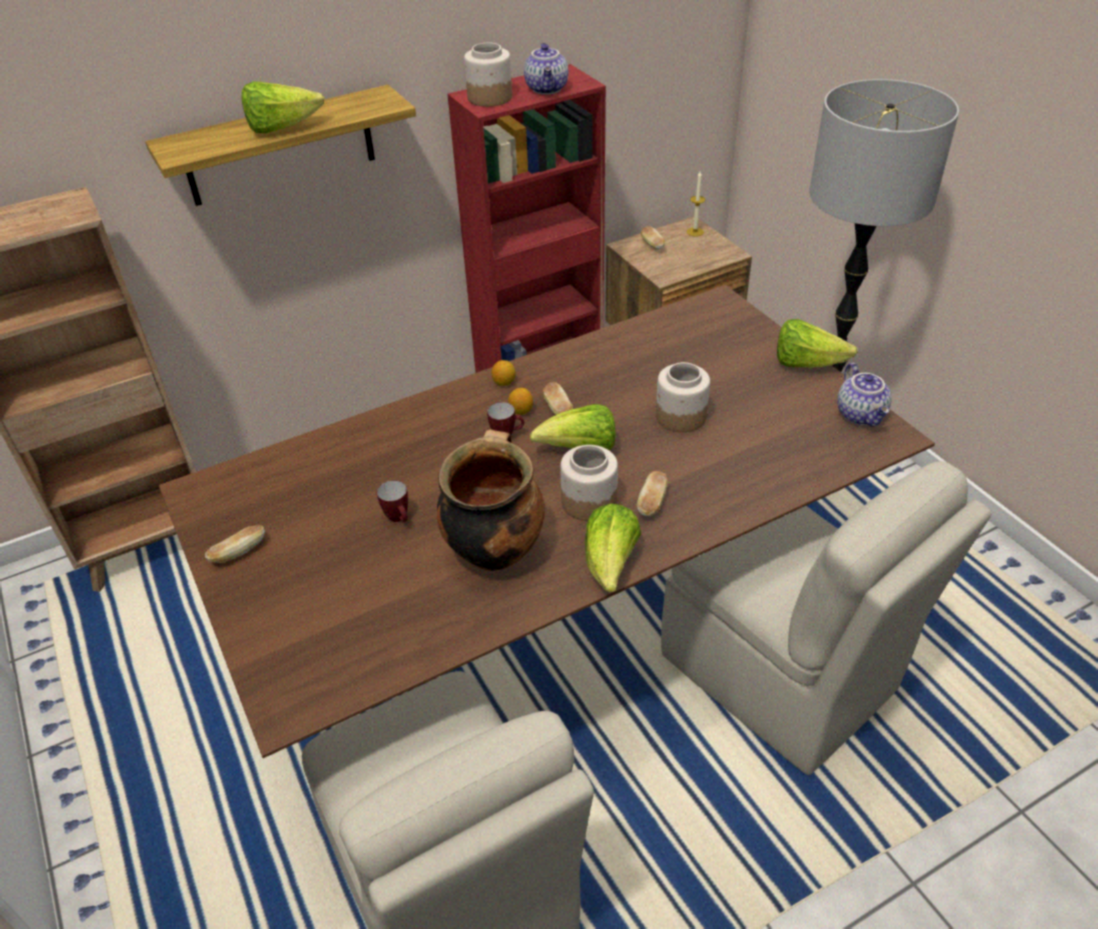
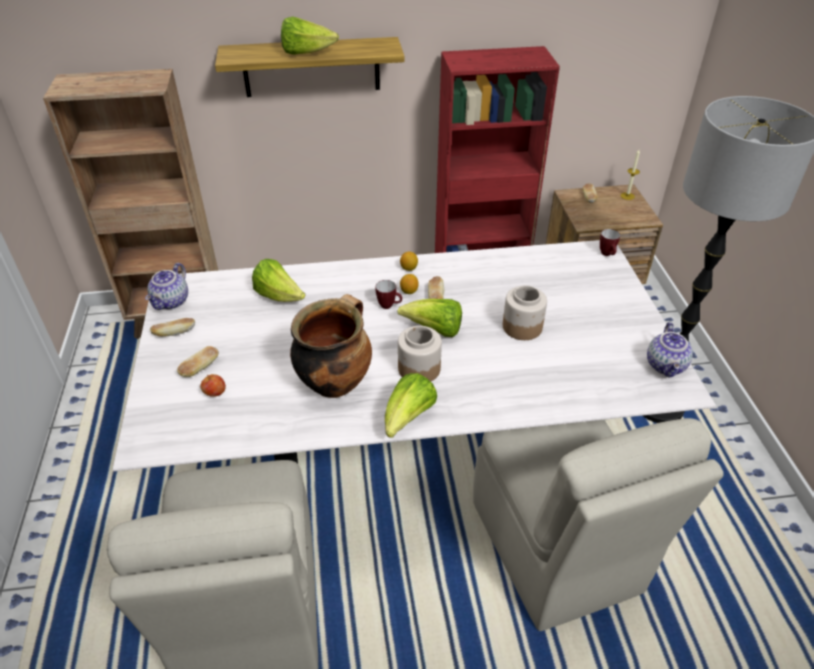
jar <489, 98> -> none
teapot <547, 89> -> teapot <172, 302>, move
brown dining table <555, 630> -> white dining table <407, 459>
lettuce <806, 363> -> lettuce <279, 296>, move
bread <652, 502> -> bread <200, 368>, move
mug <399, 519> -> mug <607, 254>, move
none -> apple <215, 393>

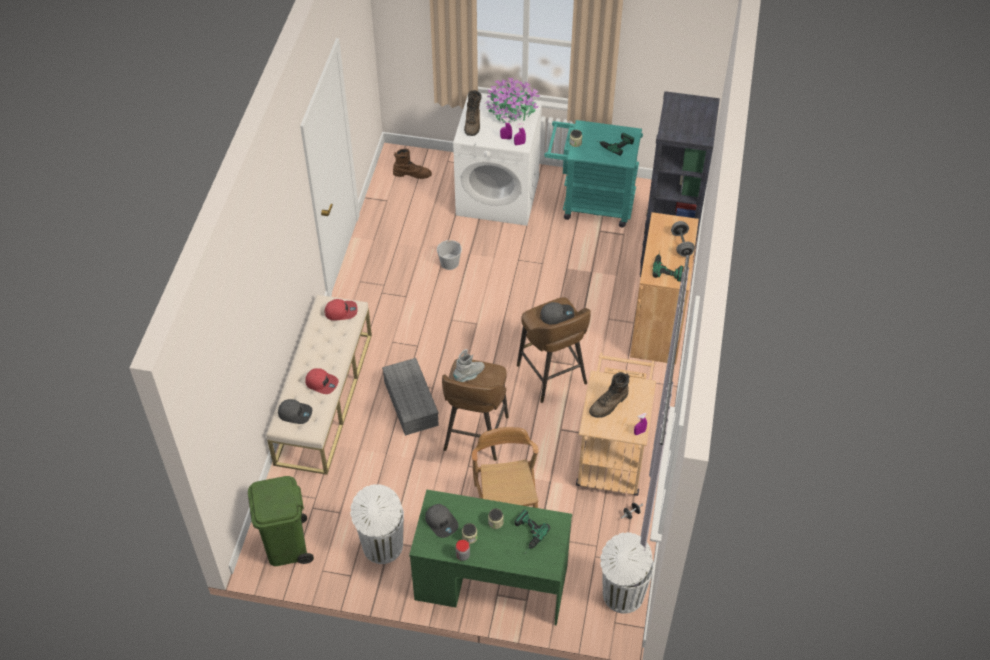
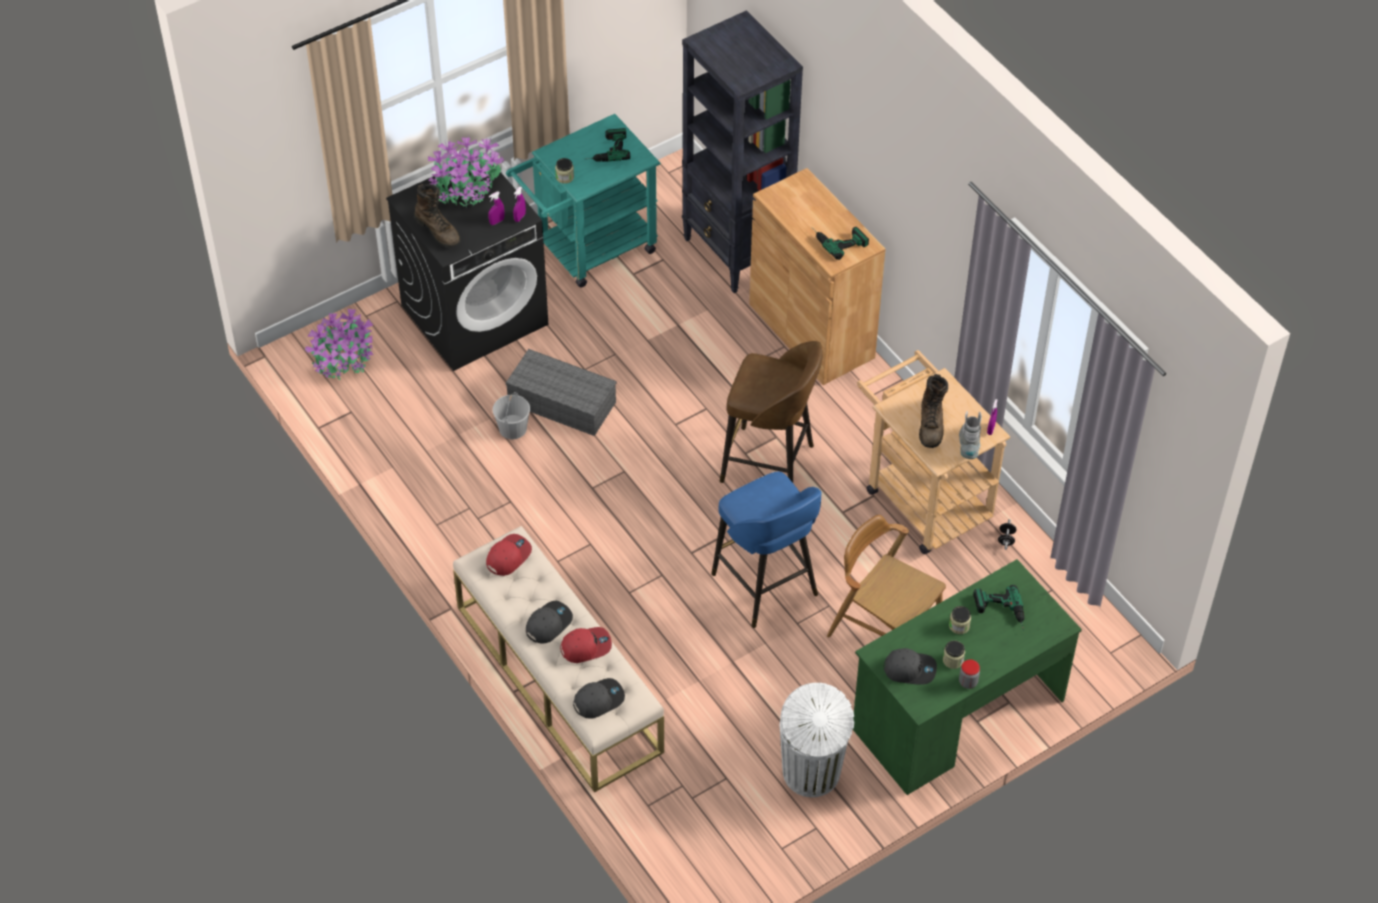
white washing machine <498, 196> -> black washing machine <475, 314>
brown boot <412, 174> -> potted plant <342, 360>
grey dumbbell <681, 244> -> none
grey cap <557, 315> -> grey cap <548, 624>, move
grey boot <469, 375> -> grey boot <969, 446>, move
grey storage box <409, 402> -> grey storage box <560, 403>, move
brown stool <475, 435> -> blue stool <766, 587>
green trash can <286, 546> -> none
white trash can <621, 595> -> none

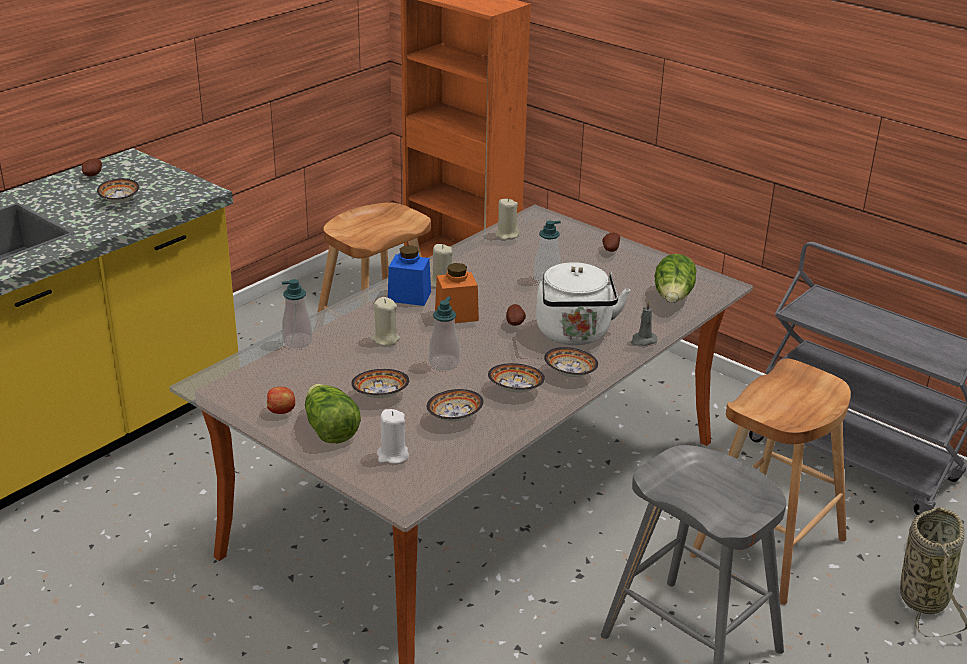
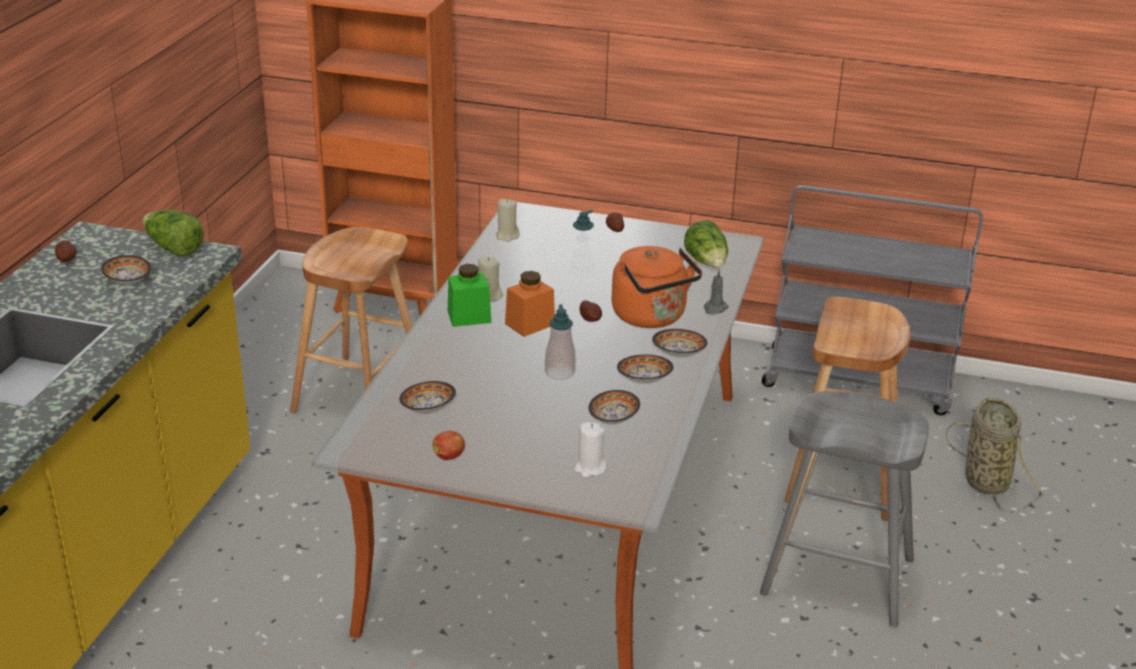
blue jar <409, 296> -> green jar <469, 317>
white kettle <574, 335> -> orange kettle <652, 317>
soap dispenser <297, 341> -> none
beige candle <385, 339> -> none
bowl <382, 395> -> bowl <429, 408>, move
lettuce <330, 429> -> lettuce <173, 248>, move

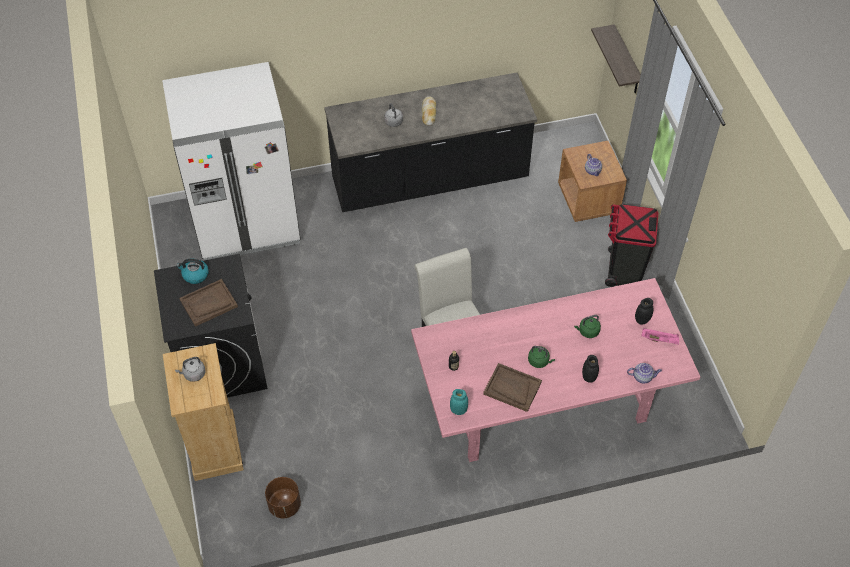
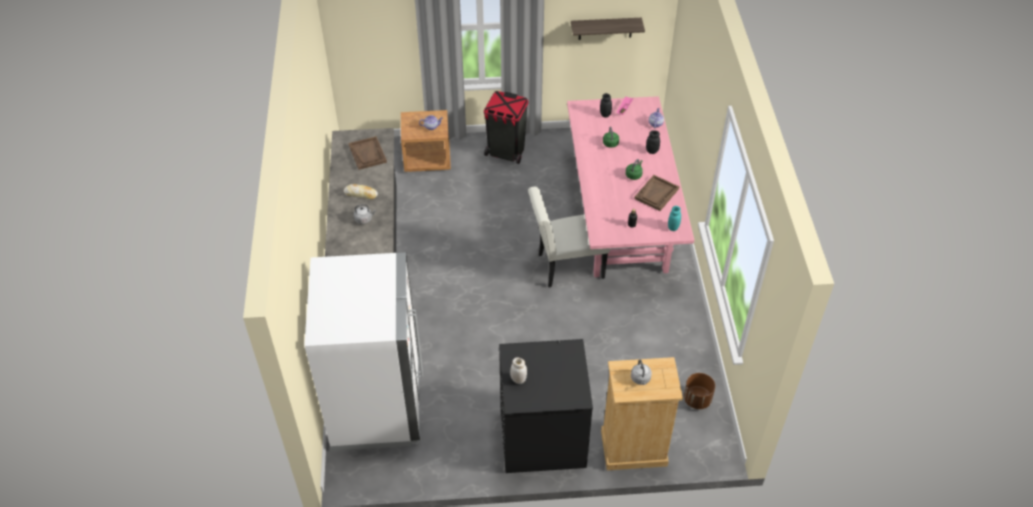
shelf <627, 61> -> shelf <605, 28>, move
kettle <195, 275> -> white jar <518, 379>
brown tray <208, 304> -> brown tray <367, 154>, move

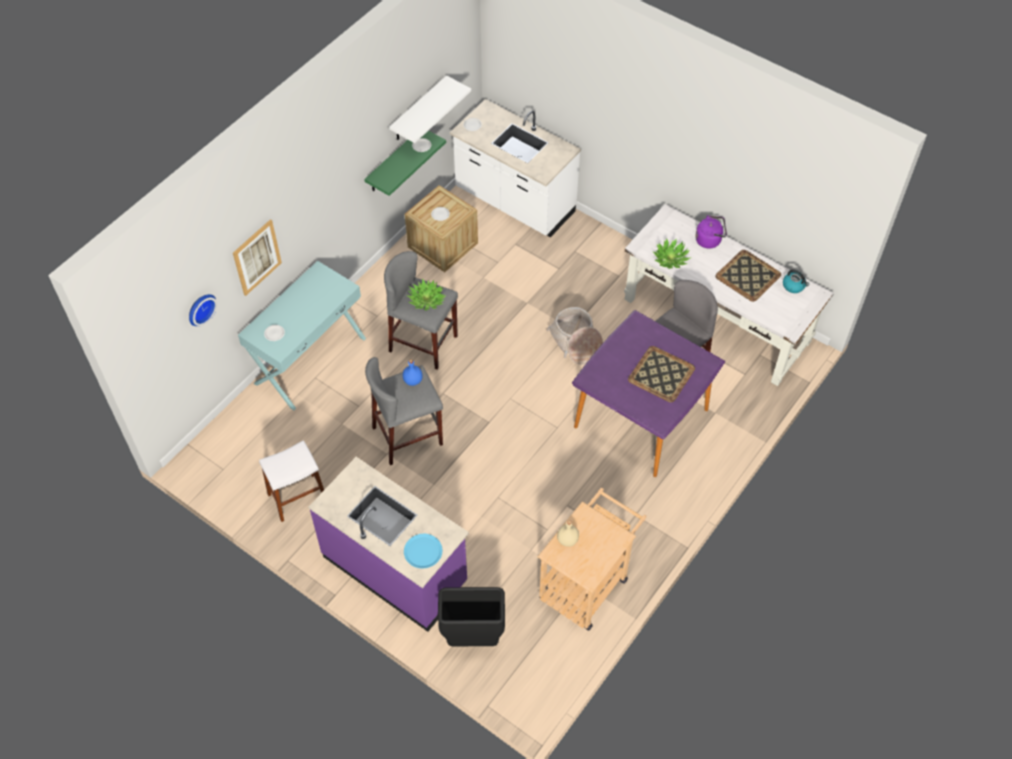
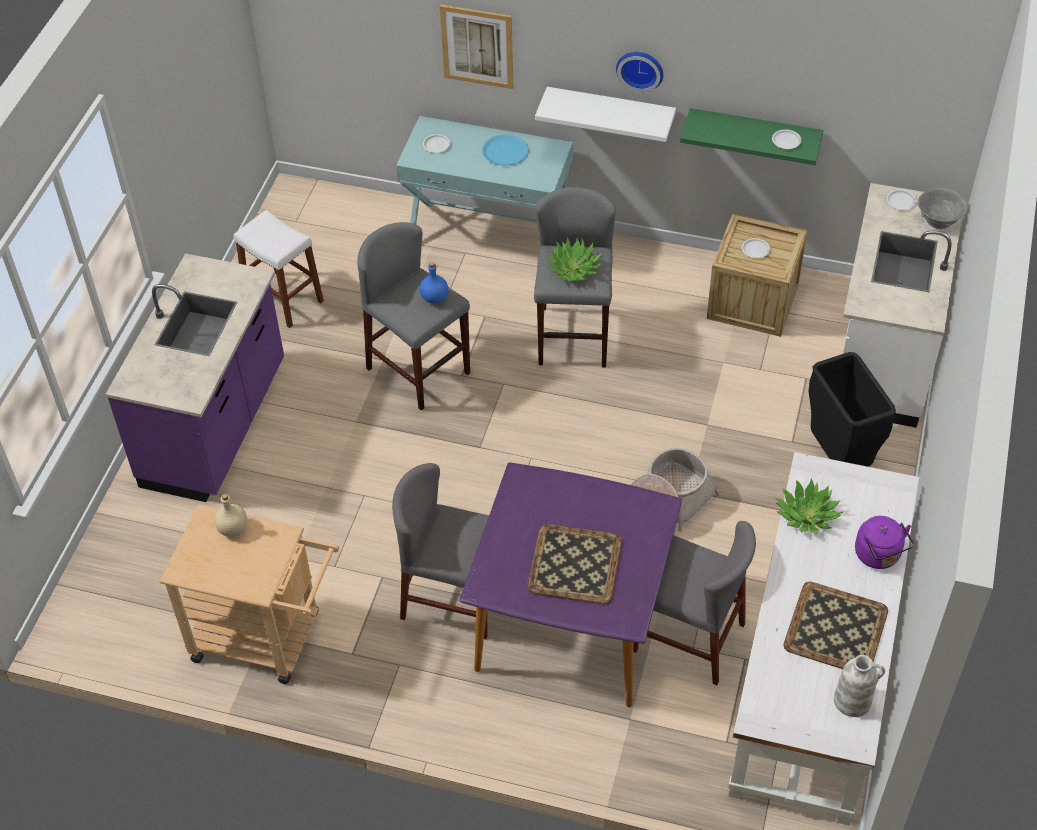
white shelf <418, 110> -> white shelf <610, 111>, move
kettle <794, 286> -> white vase <853, 700>
wall clock <200, 308> -> wall clock <640, 69>, move
blue plate <423, 551> -> blue plate <505, 151>, move
black trash can <473, 638> -> black trash can <839, 458>, move
none -> grey bowl <938, 220>
none -> grey chair <455, 598>

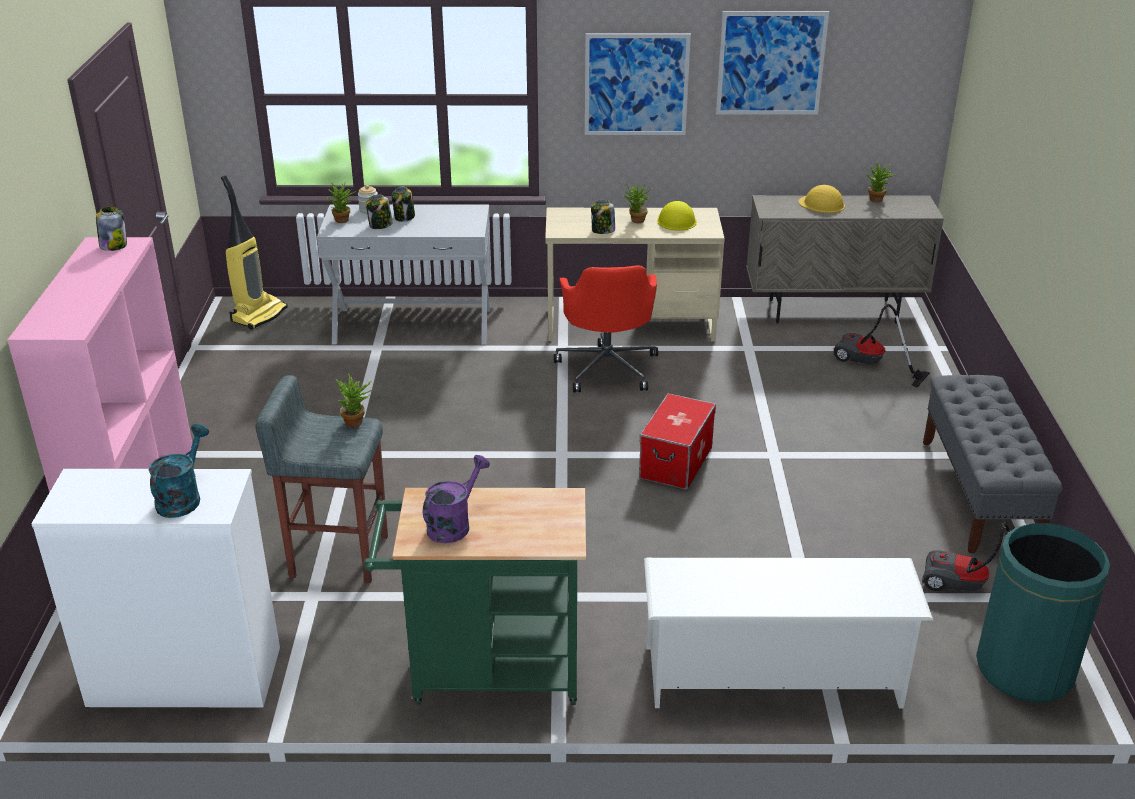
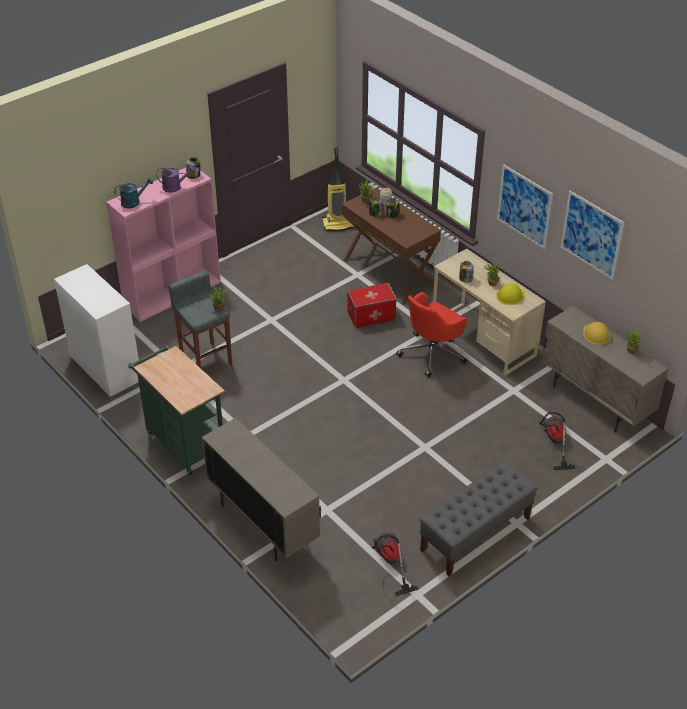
white console table <413, 325> -> brown console table <389, 272>
storage box <675, 462> -> storage box <371, 315>, move
turquoise watering can <182, 498> -> turquoise watering can <134, 202>, move
purple watering can <453, 524> -> purple watering can <175, 187>, move
green trash can <1024, 669> -> none
white shoe rack <772, 677> -> beige cabinet <262, 523>

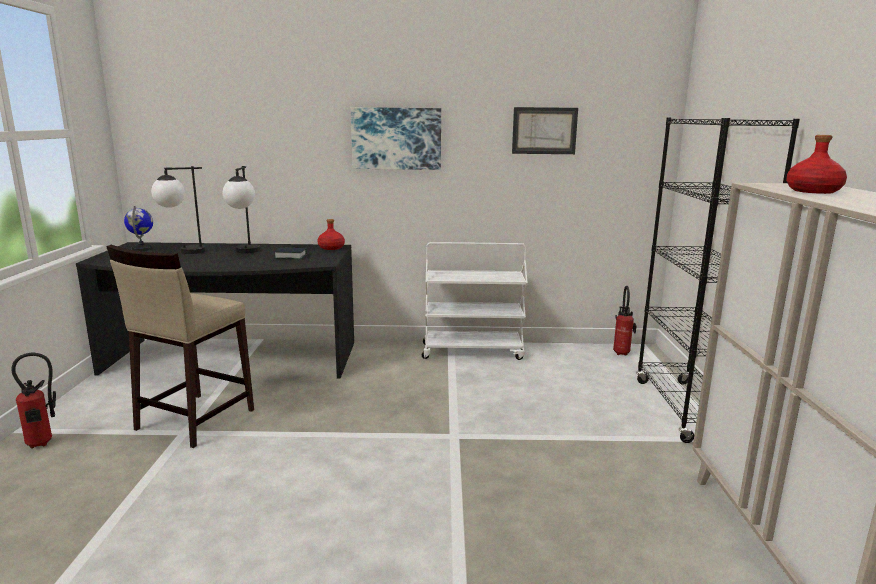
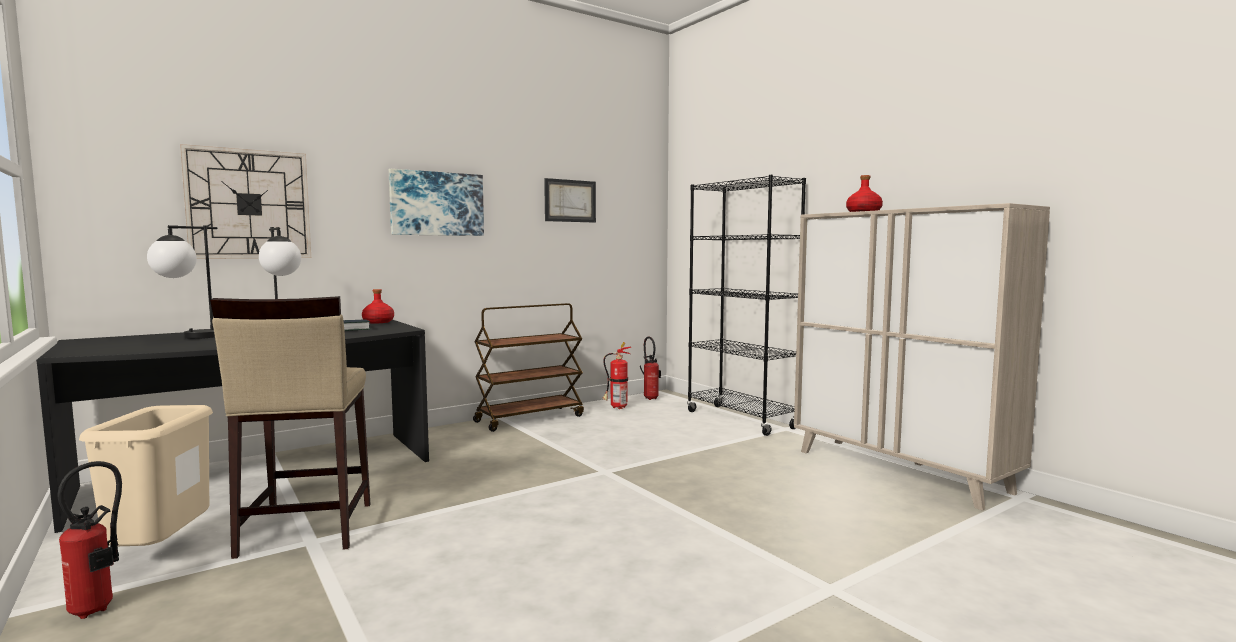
globe <142, 249> -> none
white cart <473, 351> -> brown cart <530, 418>
none -> wall clock <249, 204>
none -> fire extinguisher <616, 408>
none -> beige trash can <161, 553>

